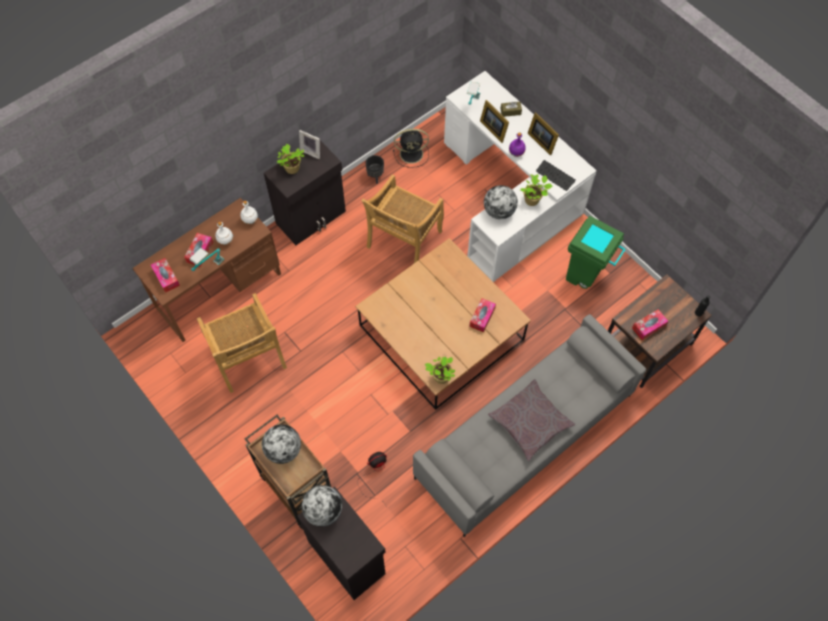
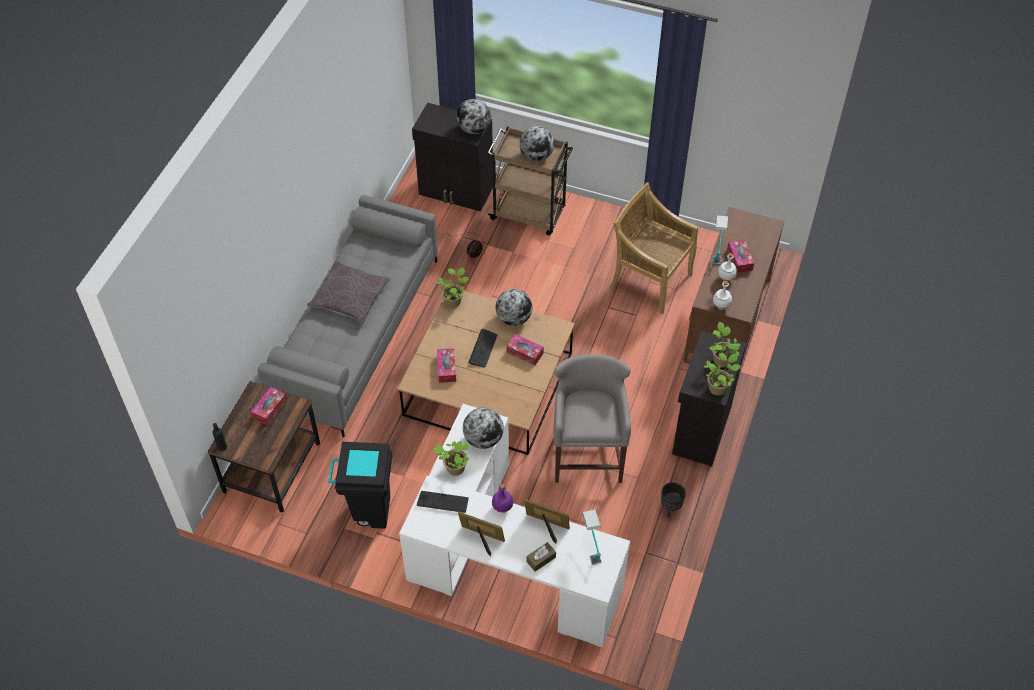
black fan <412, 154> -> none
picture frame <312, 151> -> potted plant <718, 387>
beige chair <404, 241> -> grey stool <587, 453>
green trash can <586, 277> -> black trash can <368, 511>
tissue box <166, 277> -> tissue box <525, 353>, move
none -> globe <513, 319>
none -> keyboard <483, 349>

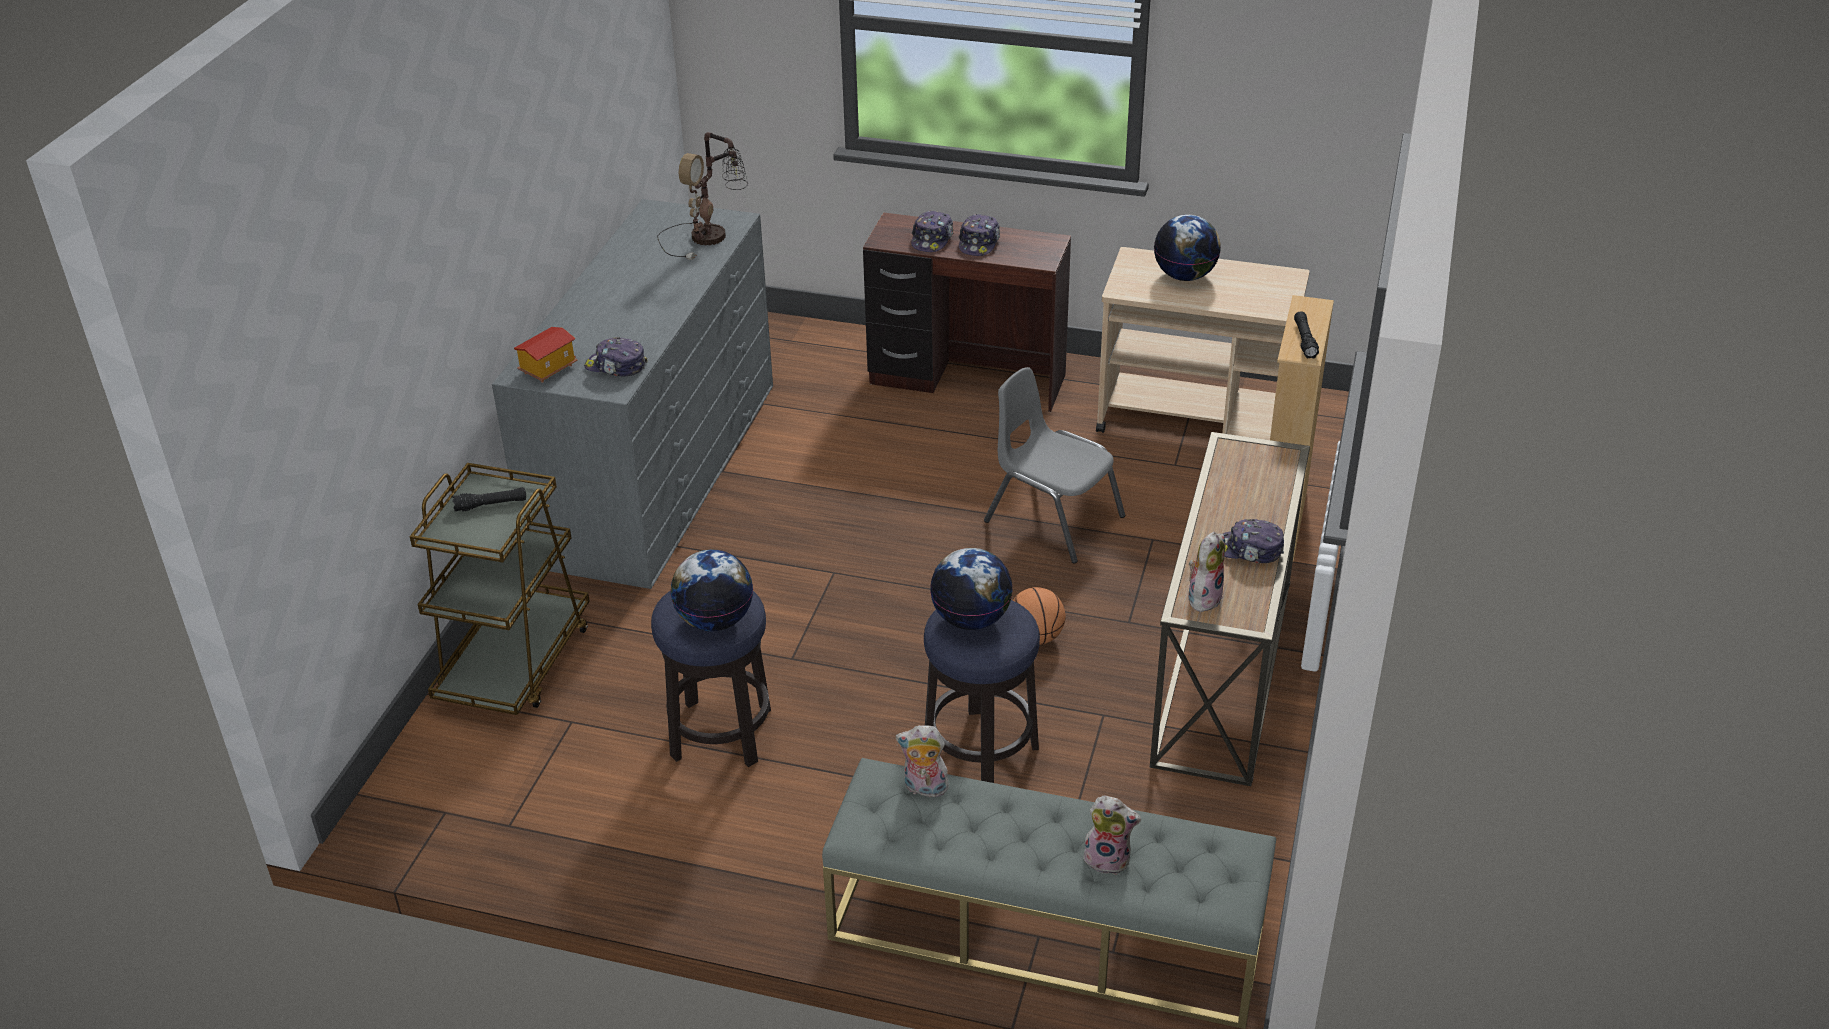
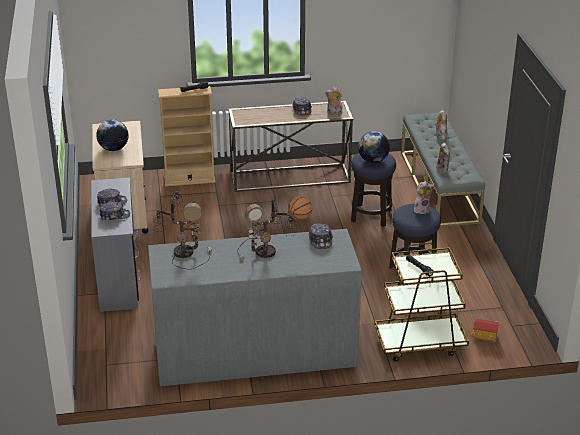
brown desk <967, 381> -> grey desk <119, 279>
toy house <548, 368> -> toy house <484, 337>, move
grey chair <1053, 519> -> none
globe <715, 620> -> plush toy <422, 210>
none -> table lamp <267, 252>

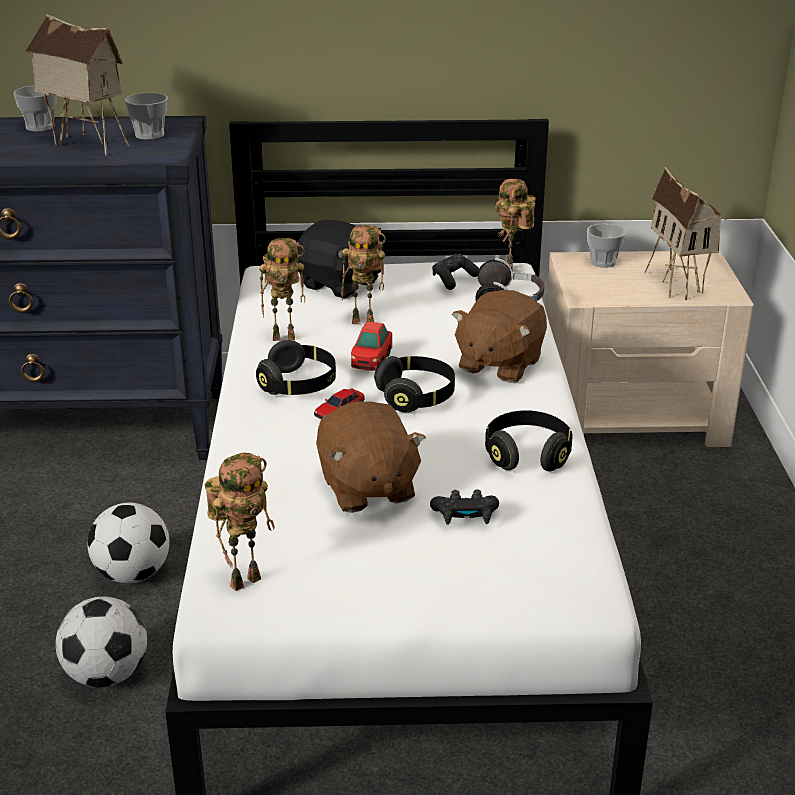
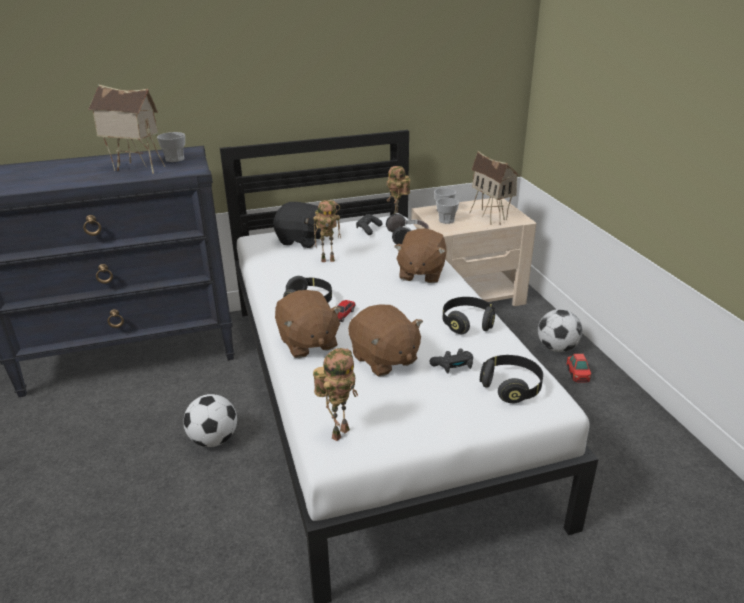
cup <40, 127> -> cup <446, 220>, move
toy robot <285, 337> -> none
toy car <371, 360> -> toy car <577, 375>, move
black headphones <416, 397> -> black headphones <511, 387>, move
football <107, 675> -> football <557, 348>, move
none -> brown plush toy <307, 343>

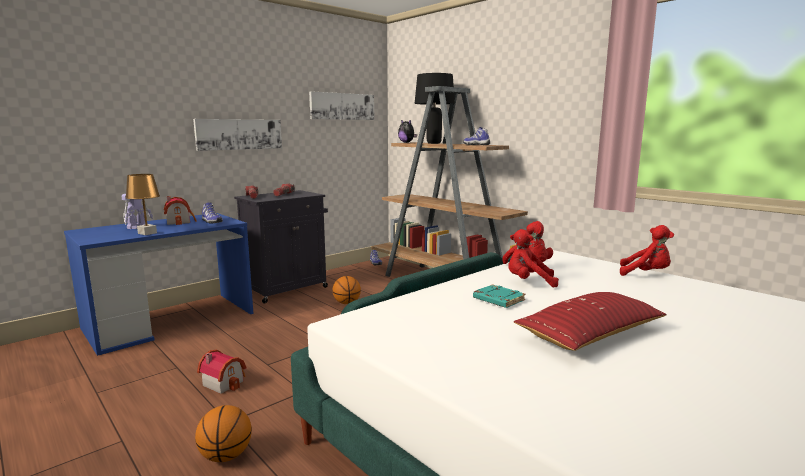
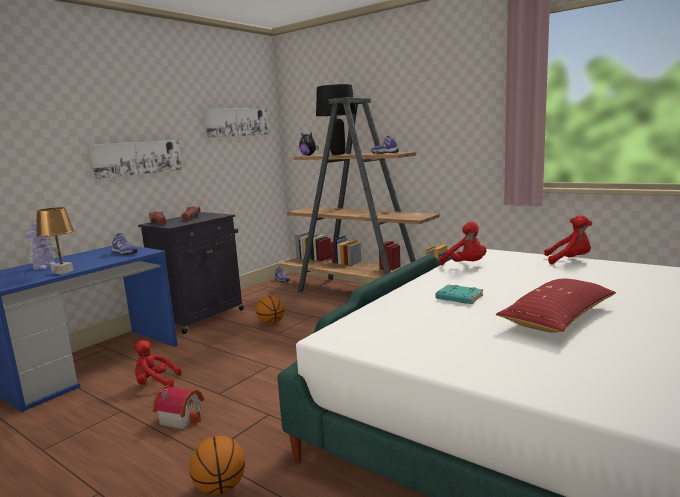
toy house <180, 221> -> none
red plush toy <529, 282> -> red plush toy <155, 383>, move

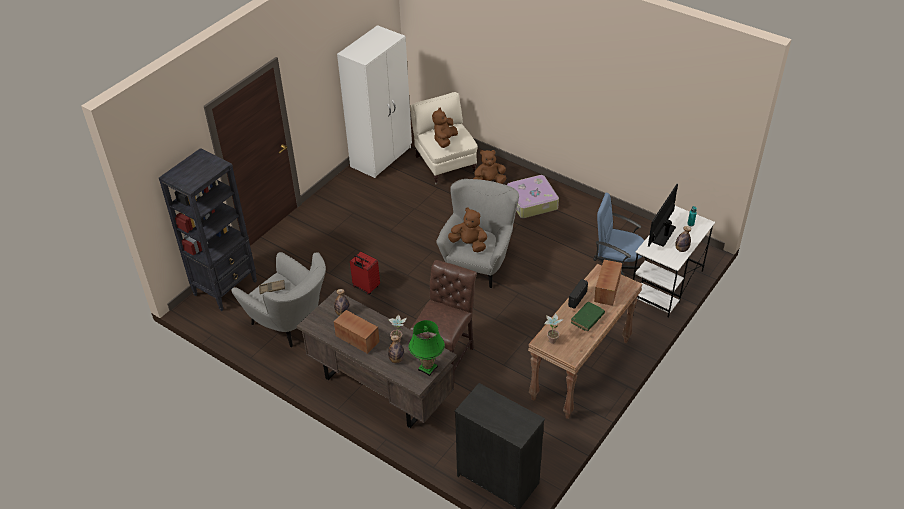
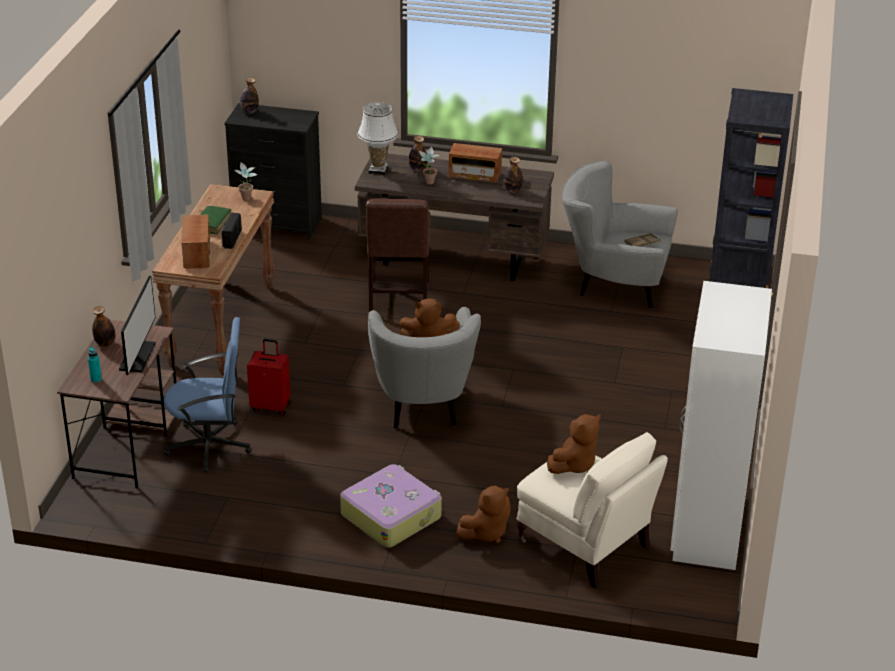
brown plush toy <445, 140> -> brown plush toy <574, 464>, 45 degrees clockwise
white desk <666, 285> -> brown desk <127, 444>
red suitcase <365, 287> -> red suitcase <271, 406>, move
green table lamp <427, 368> -> white table lamp <378, 170>
none -> bottle <249, 111>

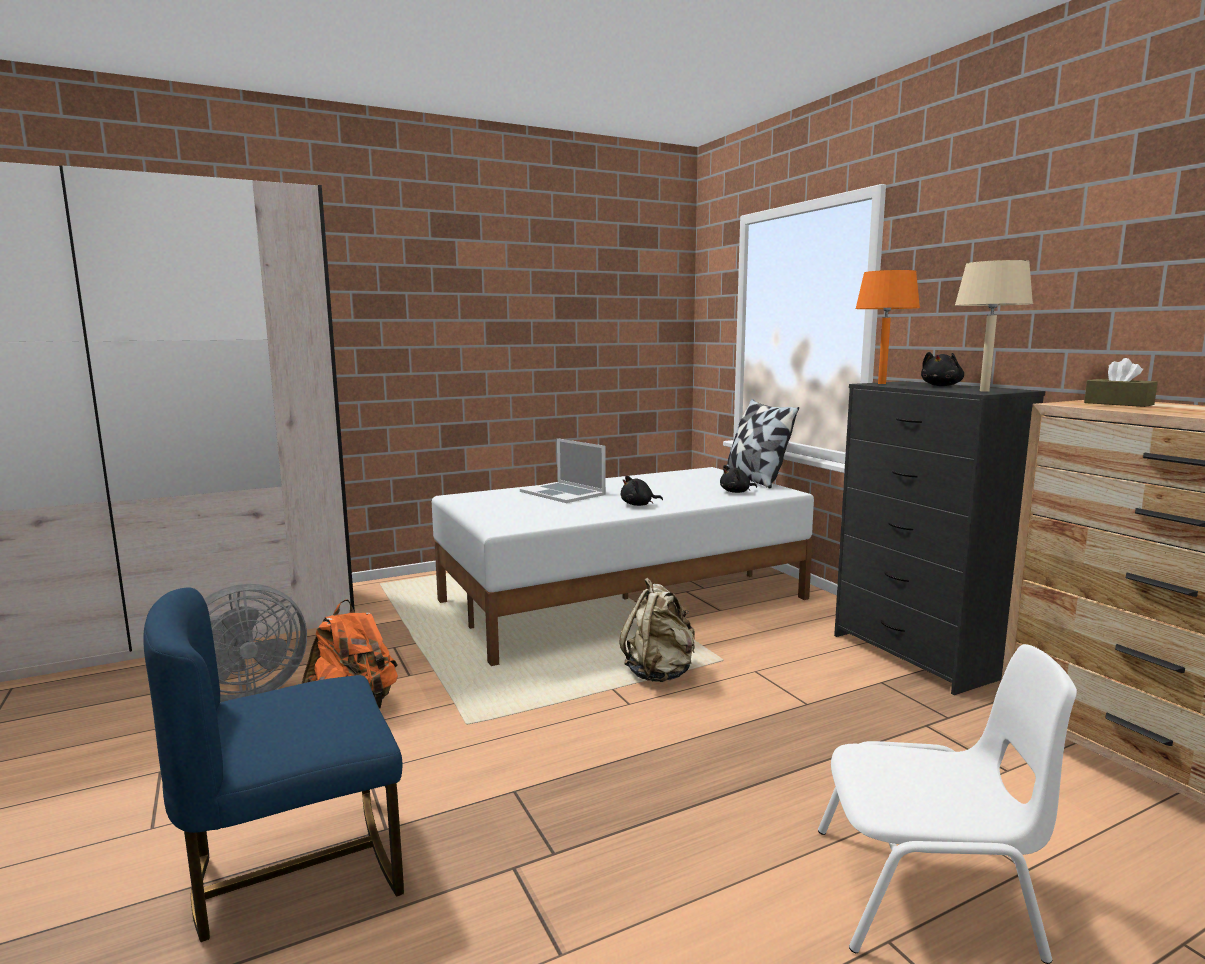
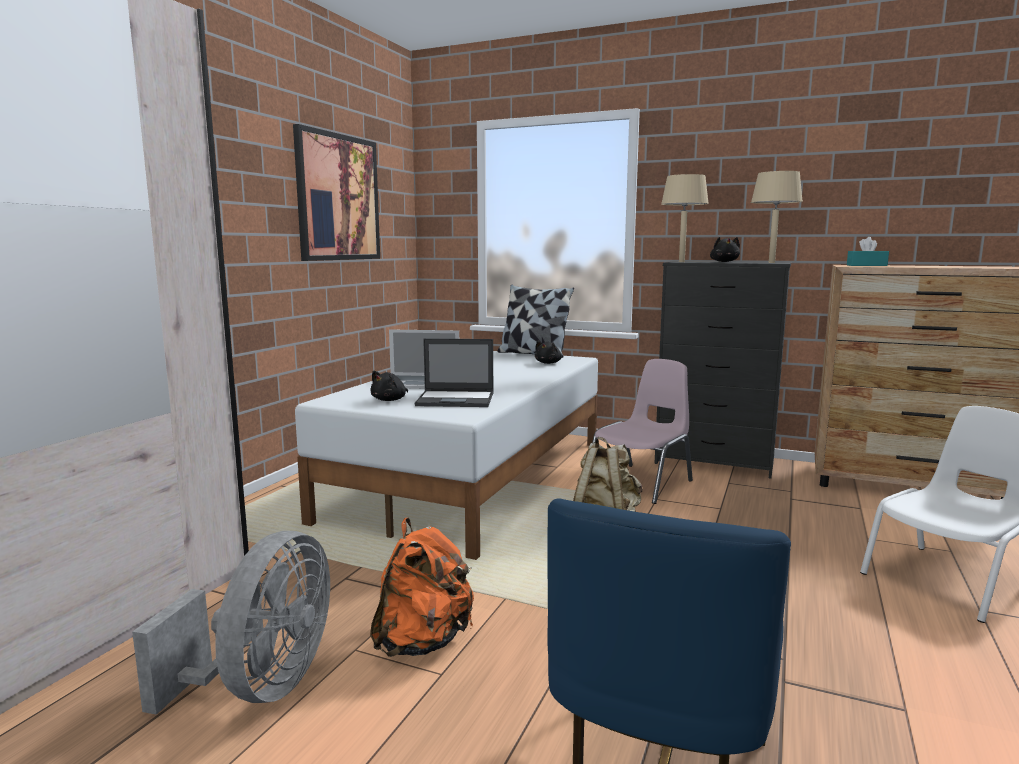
orange table lamp <882, 383> -> beige table lamp <681, 262>
brown tissue box <1118, 404> -> turquoise tissue box <866, 265>
black plush toy <639, 505> -> black plush toy <390, 400>, move
none -> picture <338, 198>
none -> laptop <456, 399>
none -> pink chair <641, 483>

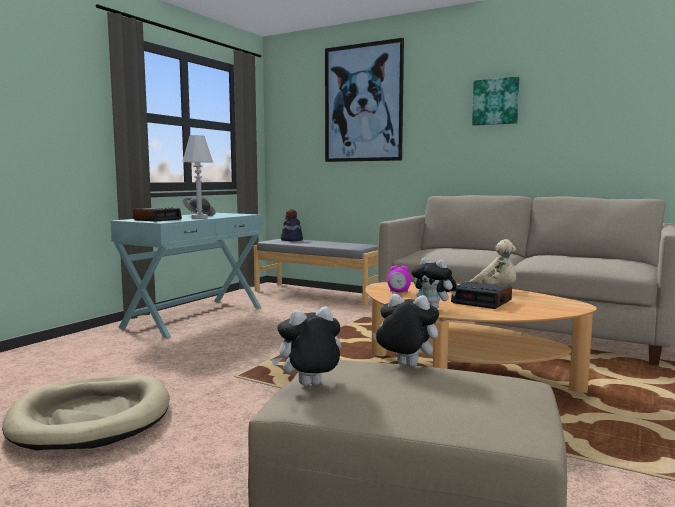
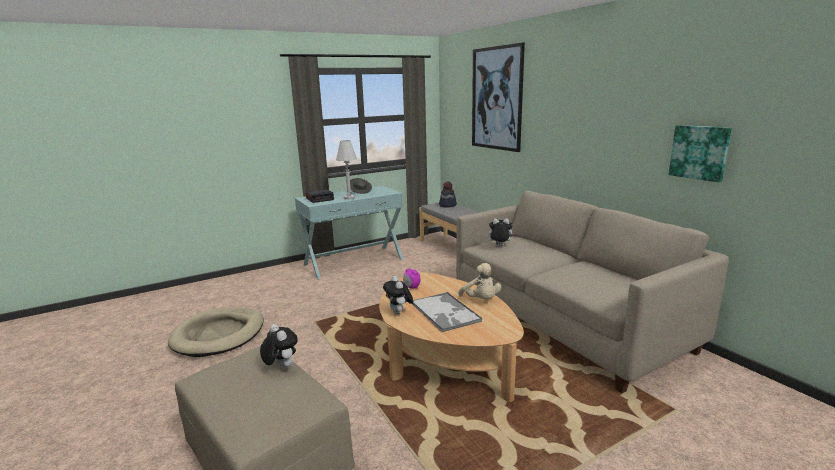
picture <495, 102> -> picture <699, 152>, move
alarm clock <482, 302> -> tray <445, 312>
plush toy <309, 386> -> plush toy <499, 246>, move

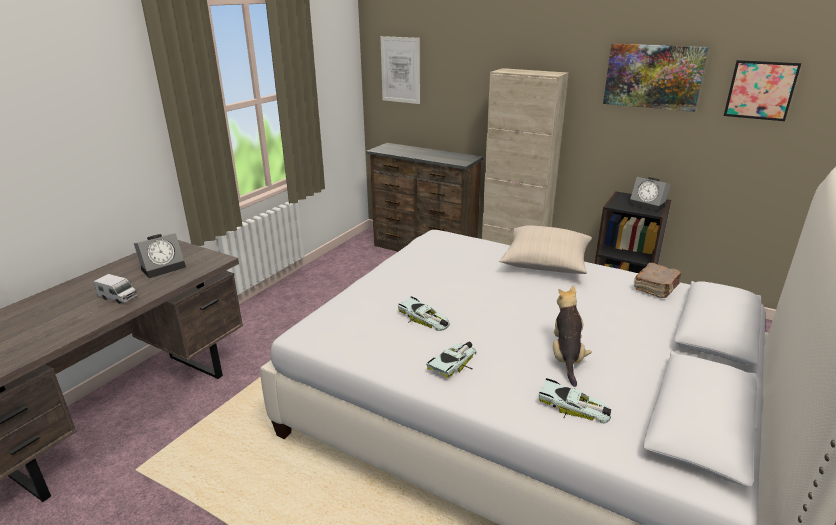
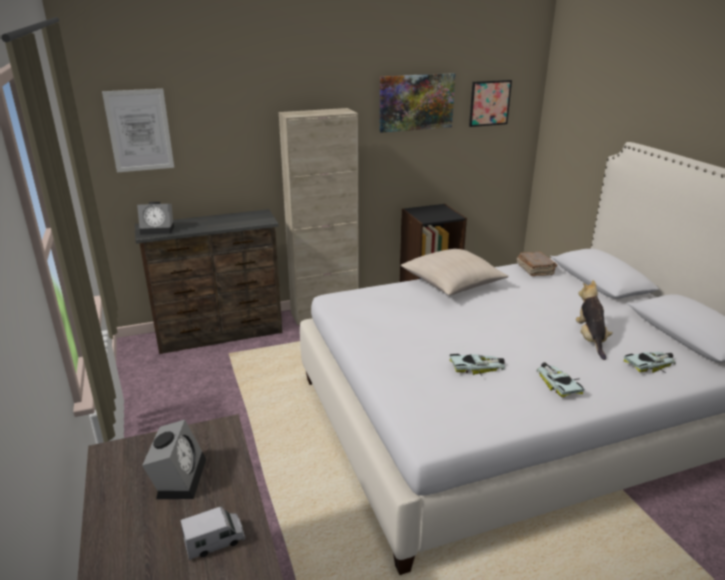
alarm clock <648, 205> -> alarm clock <158, 229>, move
plush toy <566, 357> -> plush toy <590, 339>, 45 degrees clockwise

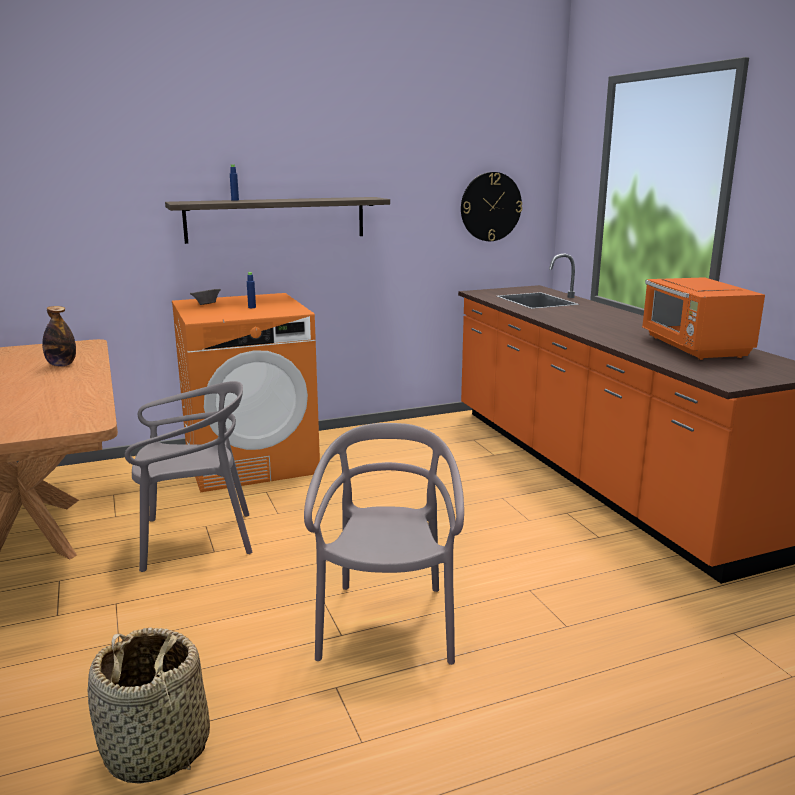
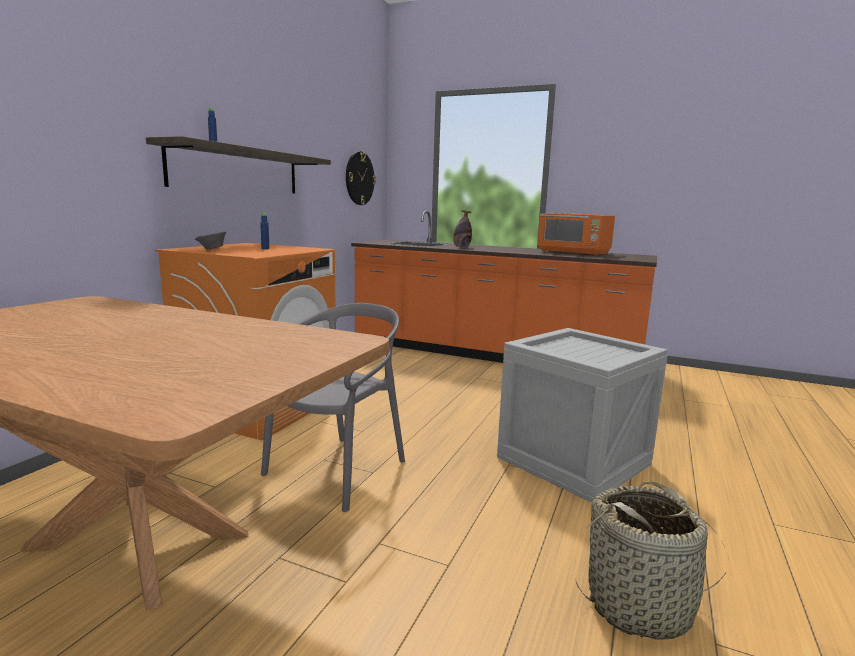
bottle <61, 365> -> bottle <461, 247>, move
grey chair <387, 624> -> crate <573, 460>

